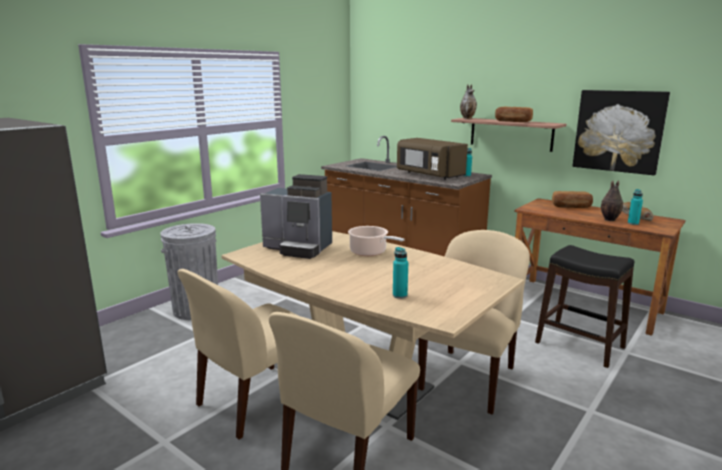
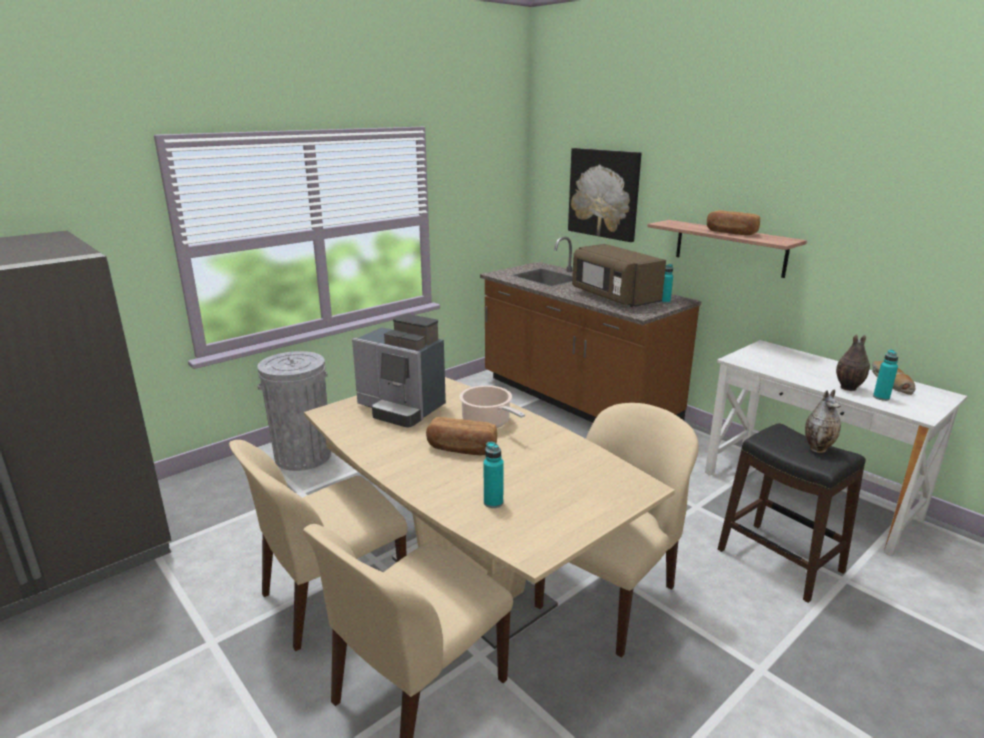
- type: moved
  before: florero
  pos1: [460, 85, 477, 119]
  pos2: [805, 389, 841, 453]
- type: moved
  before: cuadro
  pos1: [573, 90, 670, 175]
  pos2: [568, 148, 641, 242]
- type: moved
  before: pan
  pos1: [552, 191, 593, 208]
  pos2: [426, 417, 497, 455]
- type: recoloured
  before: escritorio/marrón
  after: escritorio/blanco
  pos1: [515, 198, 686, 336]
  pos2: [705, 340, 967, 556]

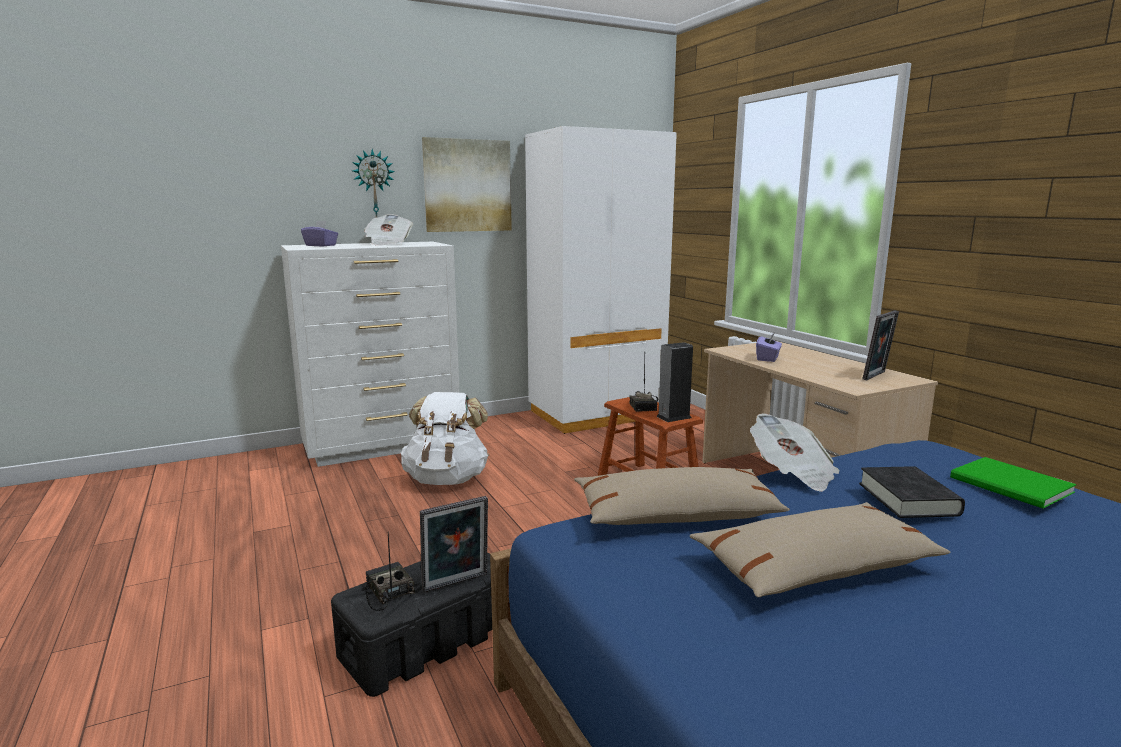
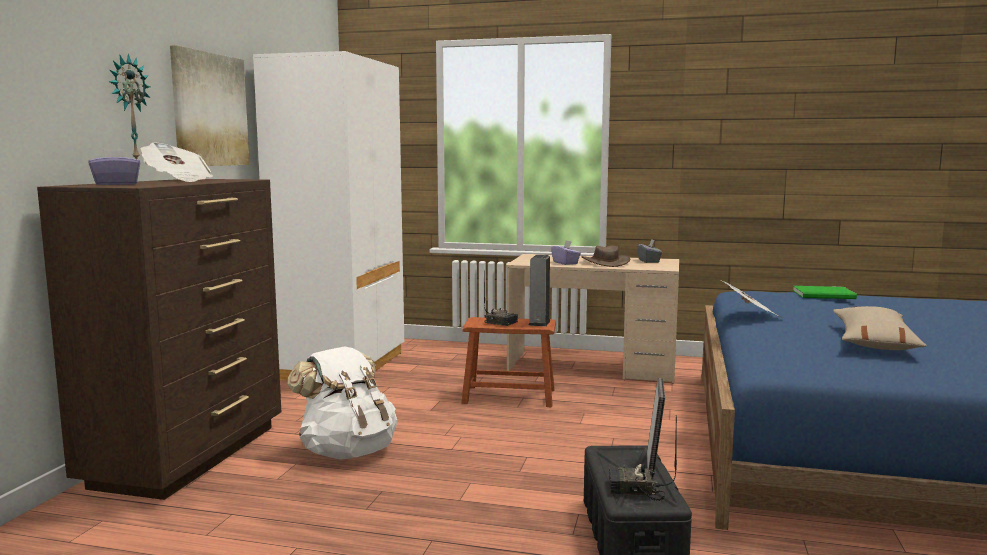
- type: recoloured
  before: cómoda/blanco
  after: cómoda/marrón
  pos1: [281, 242, 460, 467]
  pos2: [37, 179, 281, 500]
- type: replaced
  before: portarretratos
  after: caja de pañuelos/gris
  pos1: [862, 310, 899, 380]
  pos2: [637, 239, 662, 263]
- type: removed
  before: libro/negro
  pos1: [859, 466, 965, 518]
- type: removed
  before: cojín/beis
  pos1: [574, 467, 790, 525]
- type: added
  after: sombrero/marrón
  pos2: [581, 246, 630, 267]

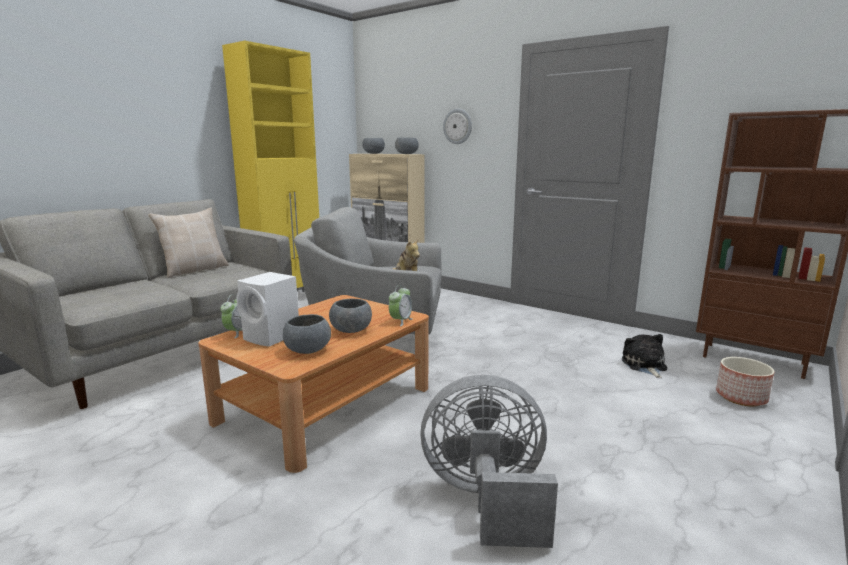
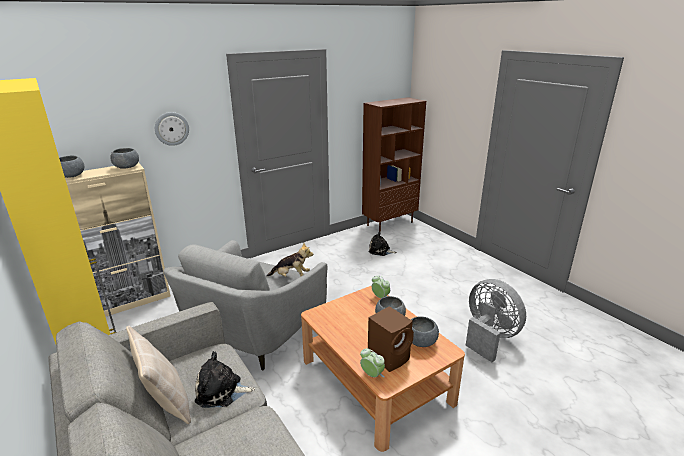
- type: recoloured
  before: altavoz/blanco
  after: altavoz/marrón
  pos1: [236, 272, 299, 347]
  pos2: [368, 306, 414, 372]
- type: removed
  before: maceta
  pos1: [716, 357, 775, 406]
- type: turned
  before: ventilador/gris
  pos1: [420, 375, 558, 548]
  pos2: [465, 279, 526, 362]
  turn: 120
- type: added
  after: peluche
  pos2: [195, 351, 255, 408]

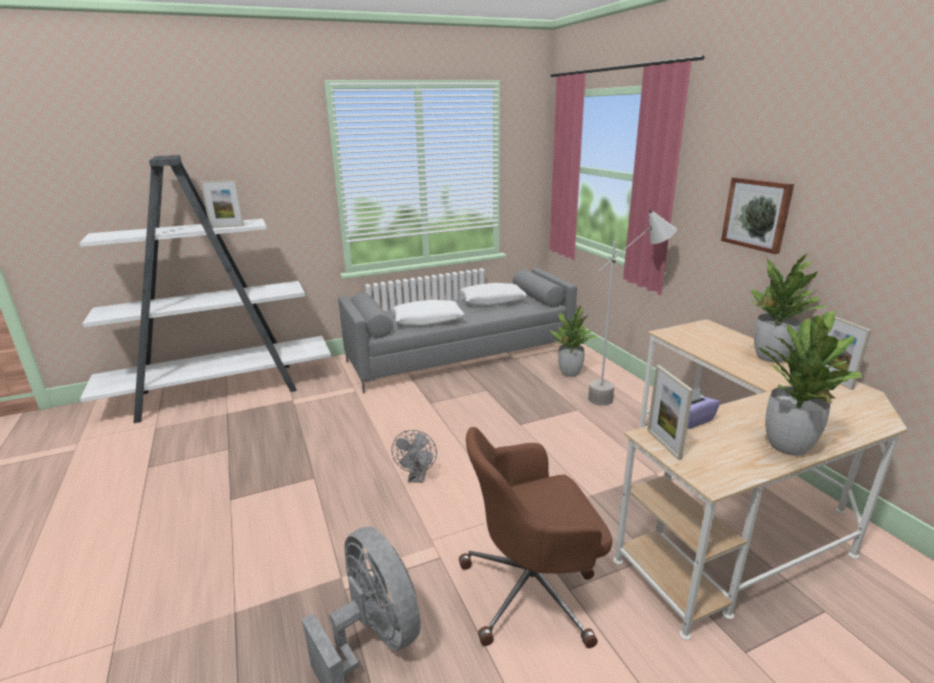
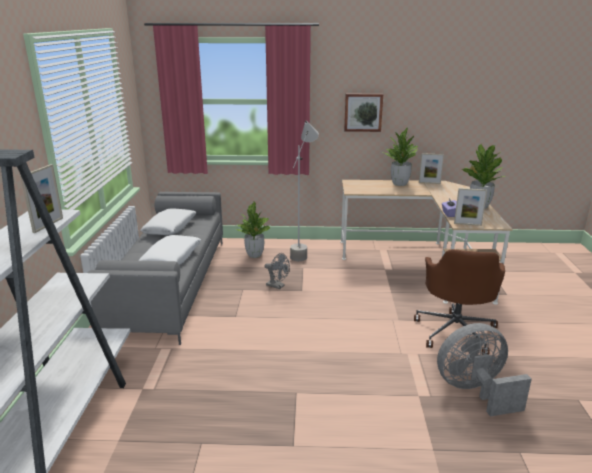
- type: moved
  before: ventilador/gris
  pos1: [391, 430, 437, 483]
  pos2: [264, 253, 290, 289]

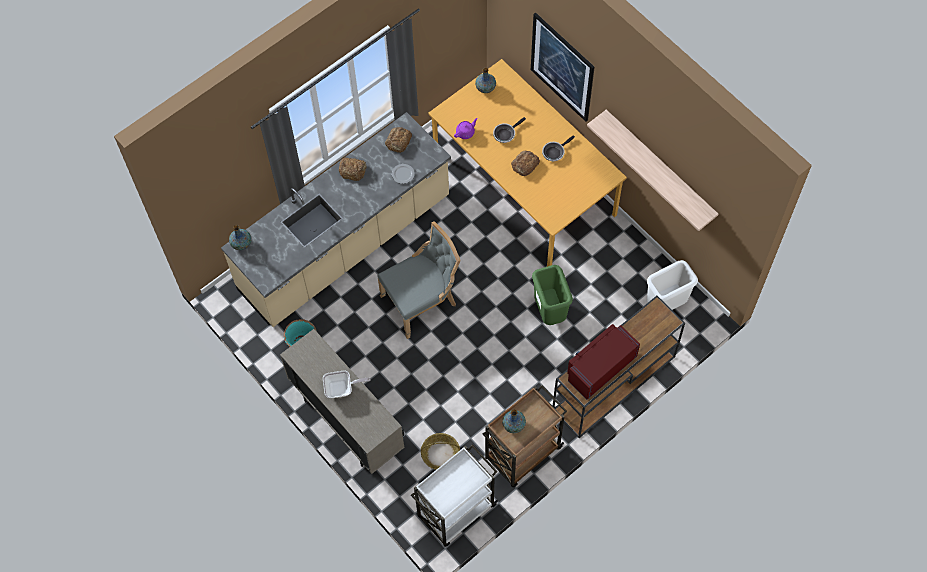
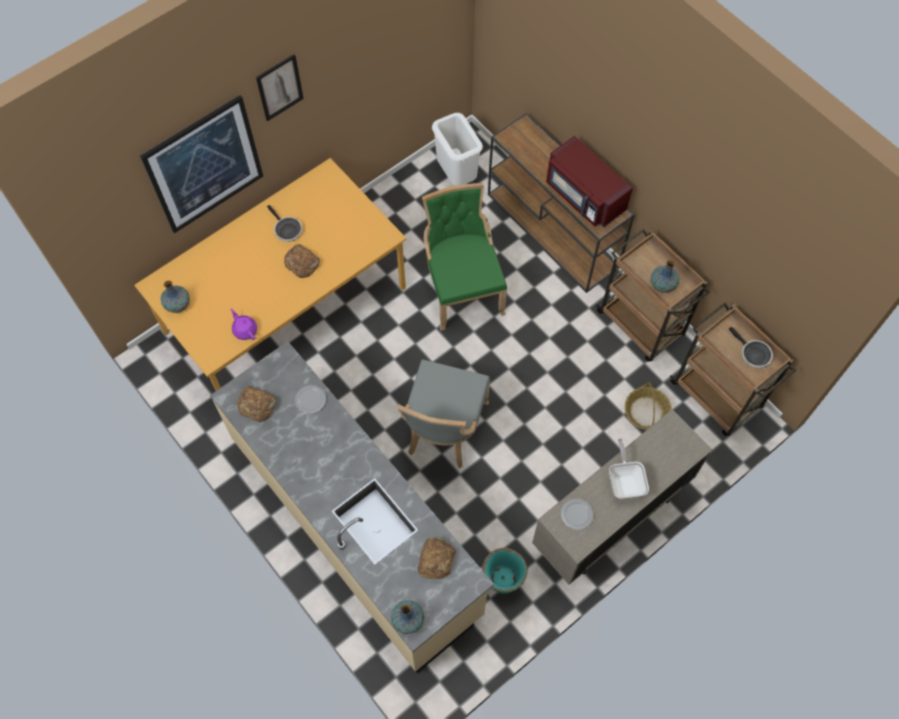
- type: removed
  before: estante
  pos1: [587, 109, 718, 231]
- type: moved
  before: sartén
  pos1: [493, 117, 526, 143]
  pos2: [729, 327, 773, 368]
- type: moved
  before: pan
  pos1: [339, 158, 367, 181]
  pos2: [418, 537, 456, 579]
- type: turned
  before: silla/gris
  pos1: [378, 221, 461, 339]
  pos2: [398, 359, 490, 468]
  turn: -135
- type: replaced
  before: papelera/verde
  after: silla/verde
  pos1: [532, 265, 573, 325]
  pos2: [422, 183, 507, 331]
- type: recoloured
  before: carrito/blanco
  after: carrito/marrón
  pos1: [411, 445, 498, 547]
  pos2: [670, 303, 796, 436]
- type: added
  after: cuadro
  pos2: [256, 54, 304, 121]
- type: added
  after: plato
  pos2: [561, 498, 594, 530]

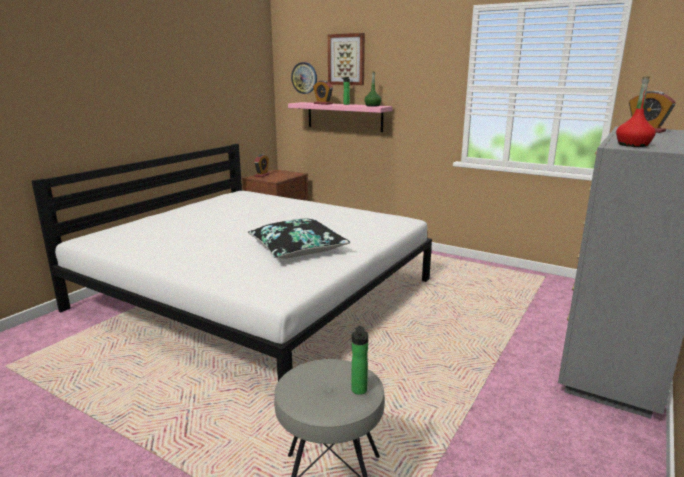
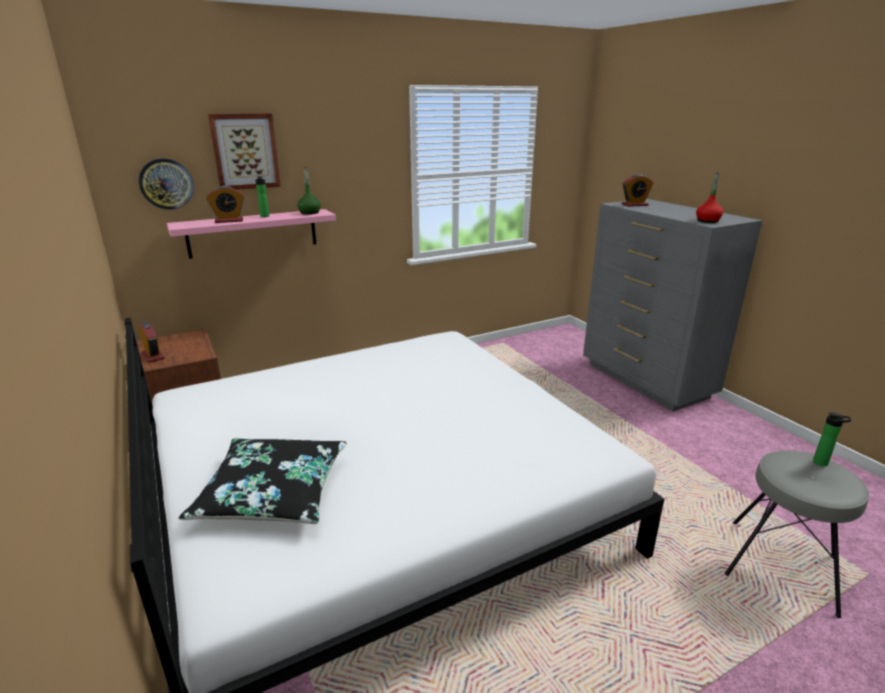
- type: moved
  before: cojín/negro
  pos1: [248, 219, 350, 259]
  pos2: [179, 438, 347, 524]

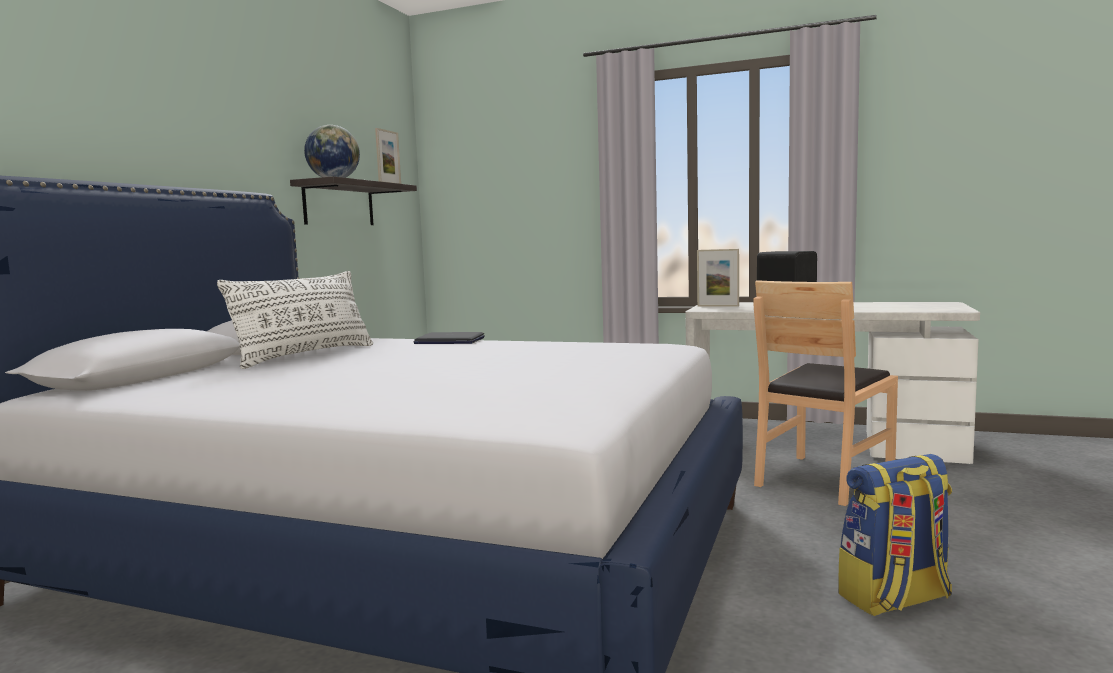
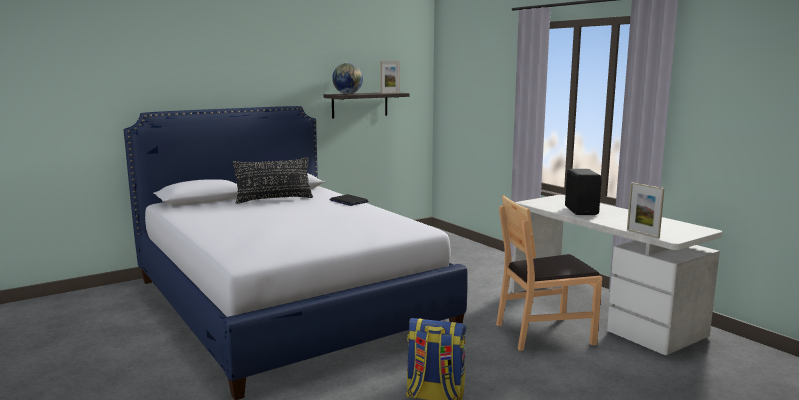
- type: moved
  before: portarretratos
  pos1: [697, 249, 739, 306]
  pos2: [627, 182, 665, 238]
- type: recoloured
  before: cojín/blanco
  after: cojín/negro
  pos1: [217, 271, 373, 369]
  pos2: [233, 157, 313, 204]

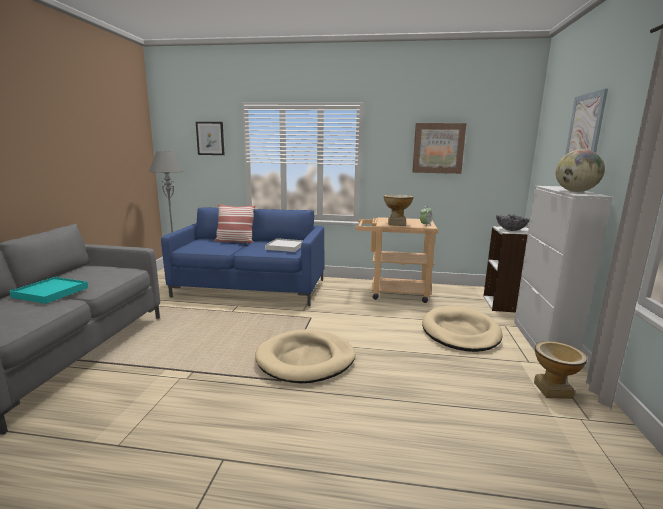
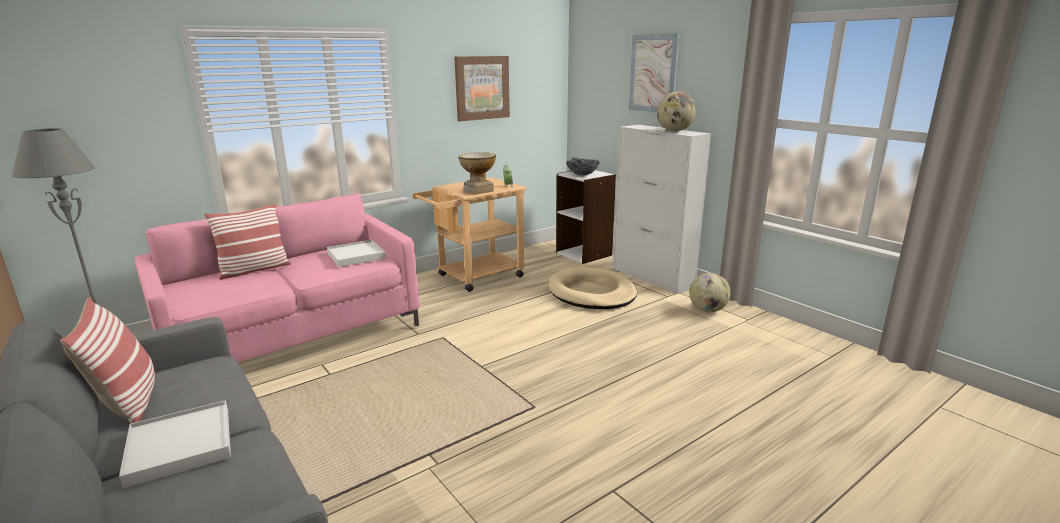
- type: removed
  before: cuadro
  pos1: [196, 122, 225, 155]
- type: recoloured
  before: sofá/azul
  after: sofá/rosa
  pos1: [161, 207, 324, 306]
  pos2: [135, 193, 420, 362]
- type: recoloured
  before: bandeja/turquesa
  after: bandeja/blanco
  pos1: [9, 277, 88, 304]
  pos2: [119, 400, 231, 489]
- type: removed
  before: cama para perro/beis
  pos1: [255, 329, 355, 383]
- type: replaced
  before: florero
  after: globo terráqueo
  pos1: [534, 341, 587, 399]
  pos2: [689, 273, 731, 312]
- type: added
  after: cojín
  pos2: [60, 297, 155, 423]

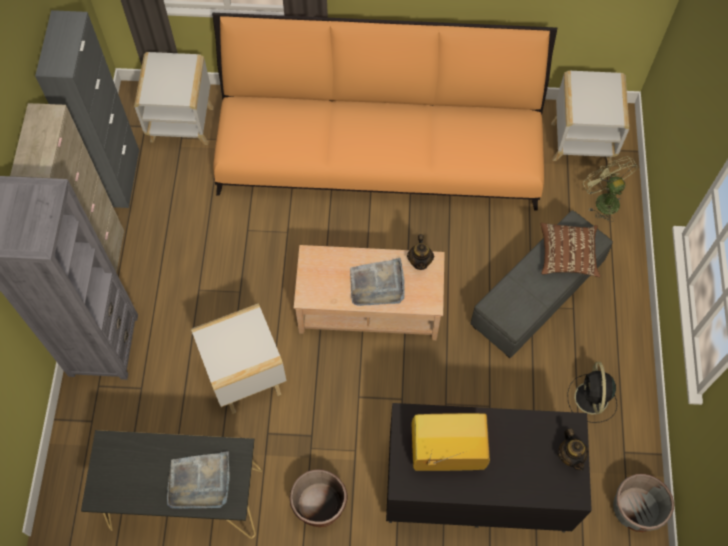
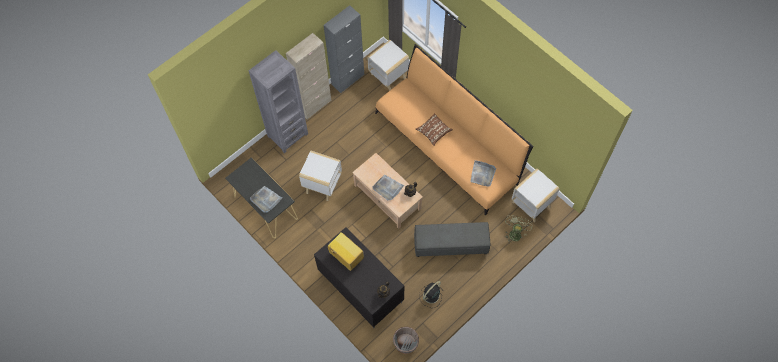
- type: moved
  before: cojín/marrón
  pos1: [541, 223, 601, 277]
  pos2: [416, 113, 453, 146]
- type: removed
  before: maceta/marrón
  pos1: [290, 469, 347, 527]
- type: added
  after: bandeja/gris
  pos2: [471, 160, 496, 187]

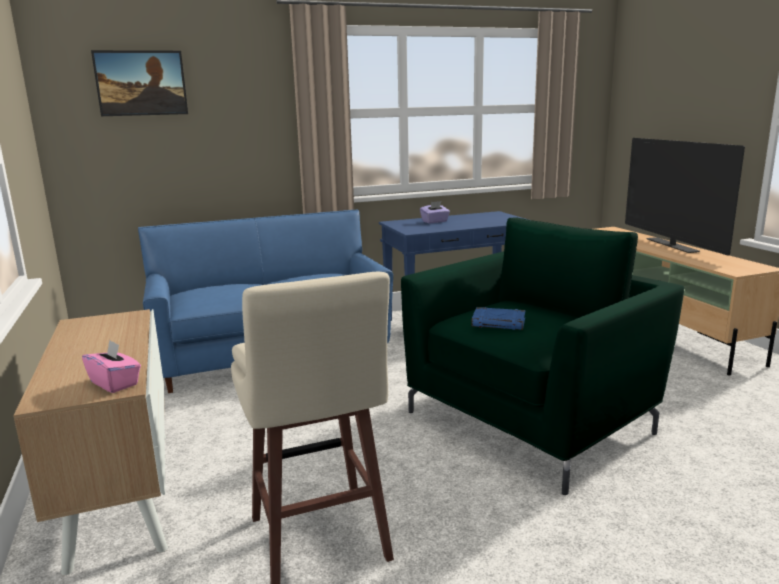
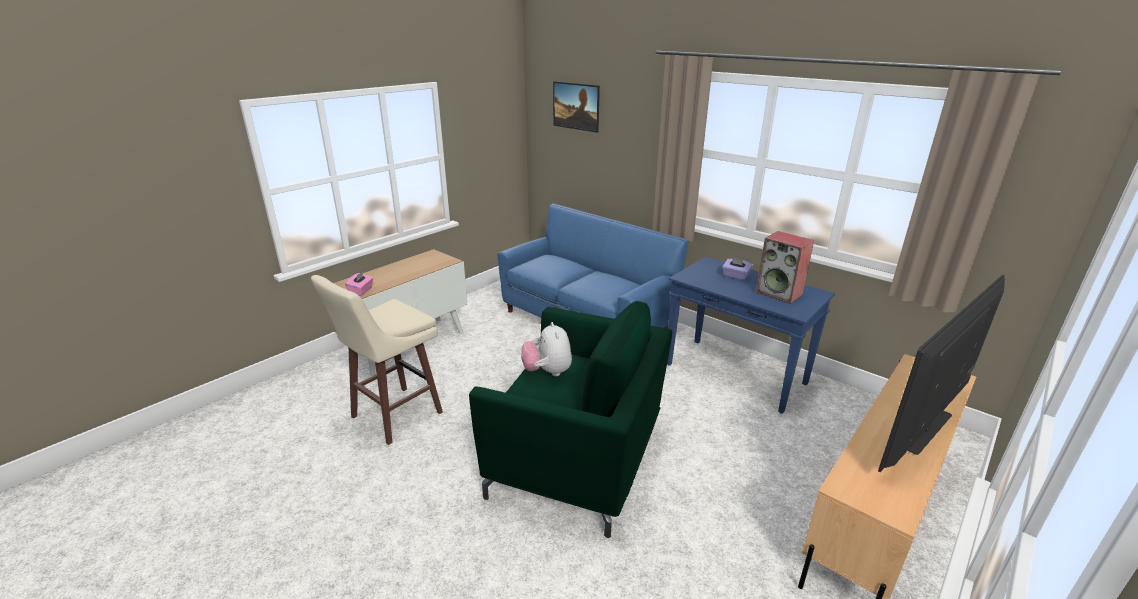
- type: replaced
  before: libro/azul
  after: peluche
  pos1: [471, 307, 526, 330]
  pos2: [521, 322, 572, 376]
- type: added
  after: altavoz
  pos2: [756, 231, 814, 304]

